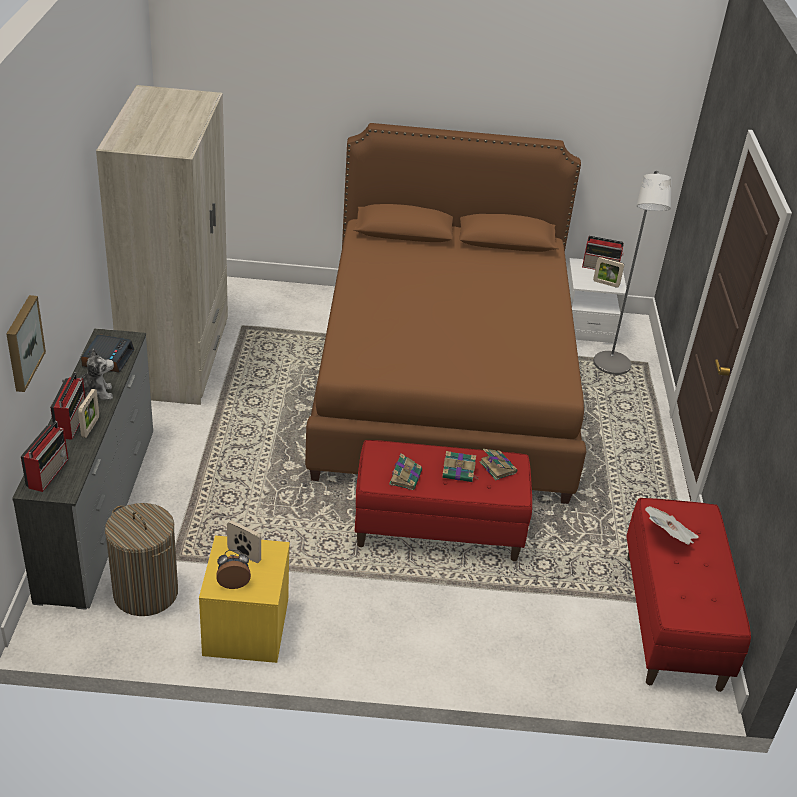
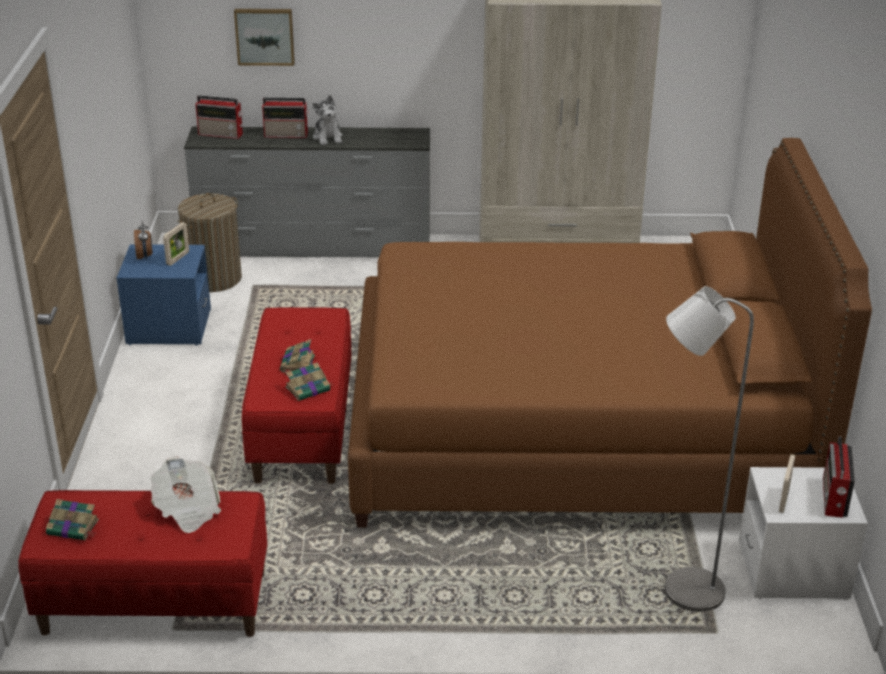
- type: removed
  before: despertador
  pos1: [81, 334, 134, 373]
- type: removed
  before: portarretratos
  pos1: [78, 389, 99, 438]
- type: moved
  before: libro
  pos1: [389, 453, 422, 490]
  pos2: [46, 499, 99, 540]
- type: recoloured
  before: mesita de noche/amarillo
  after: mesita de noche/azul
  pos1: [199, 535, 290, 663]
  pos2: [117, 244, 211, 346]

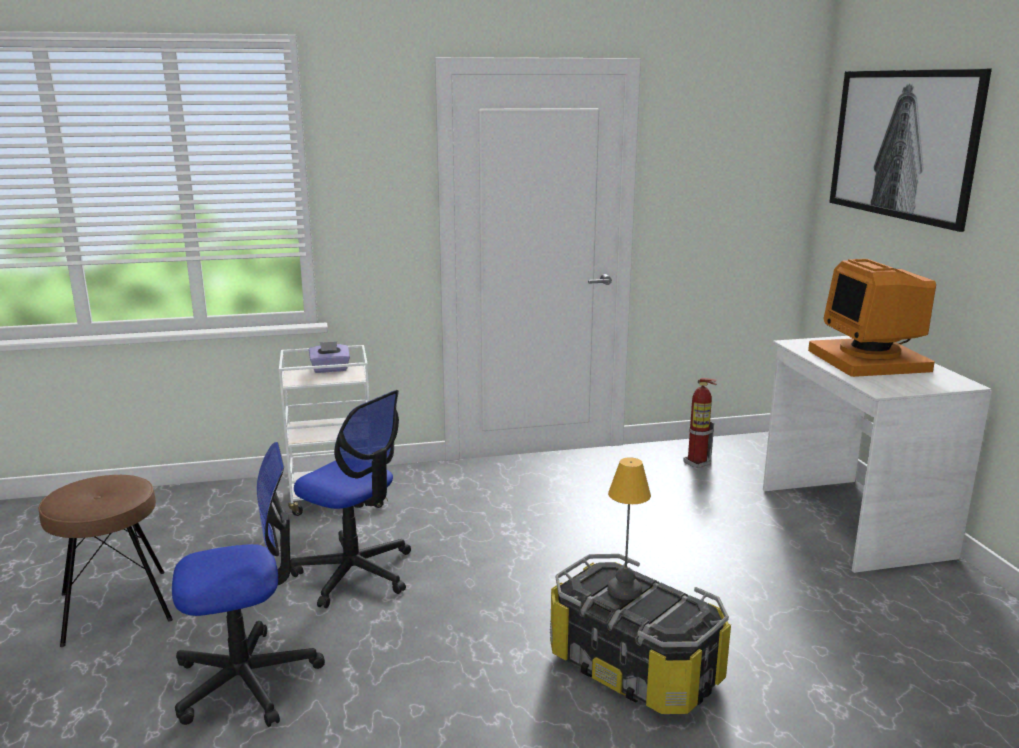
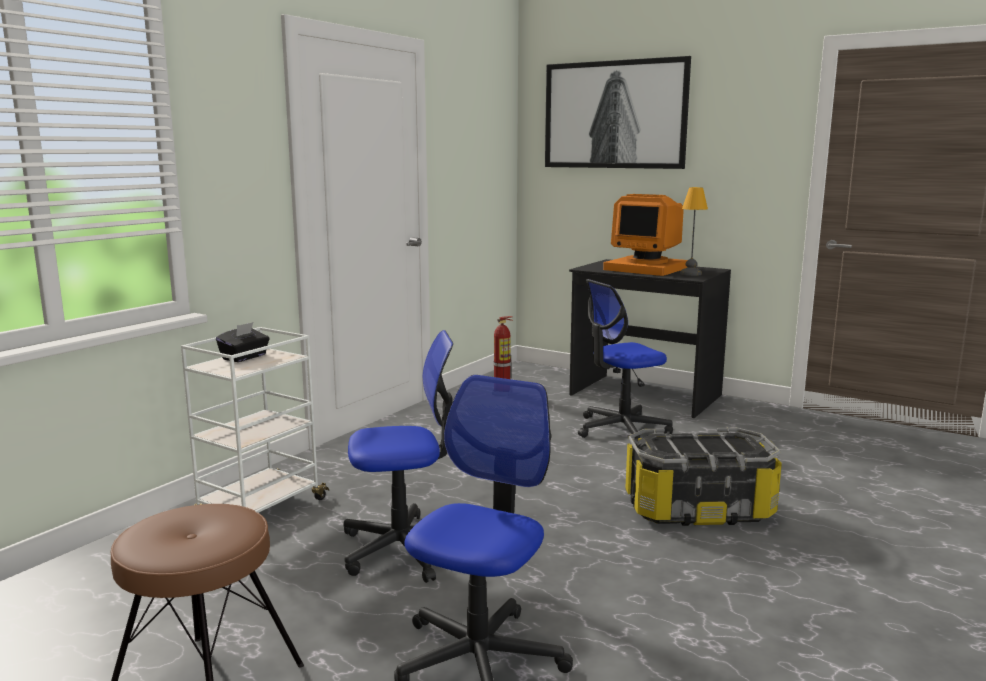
- type: recoloured
  before: escritorio/blanco
  after: escritorio/negro
  pos1: [763, 336, 992, 573]
  pos2: [569, 259, 731, 418]
- type: recoloured
  before: caja de pañuelos/morado
  after: caja de pañuelos/negro
  pos1: [309, 342, 350, 373]
  pos2: [216, 322, 270, 362]
- type: moved
  before: lámpara de mesa
  pos1: [607, 457, 651, 600]
  pos2: [680, 187, 708, 276]
- type: added
  after: silla de oficina
  pos2: [578, 279, 673, 441]

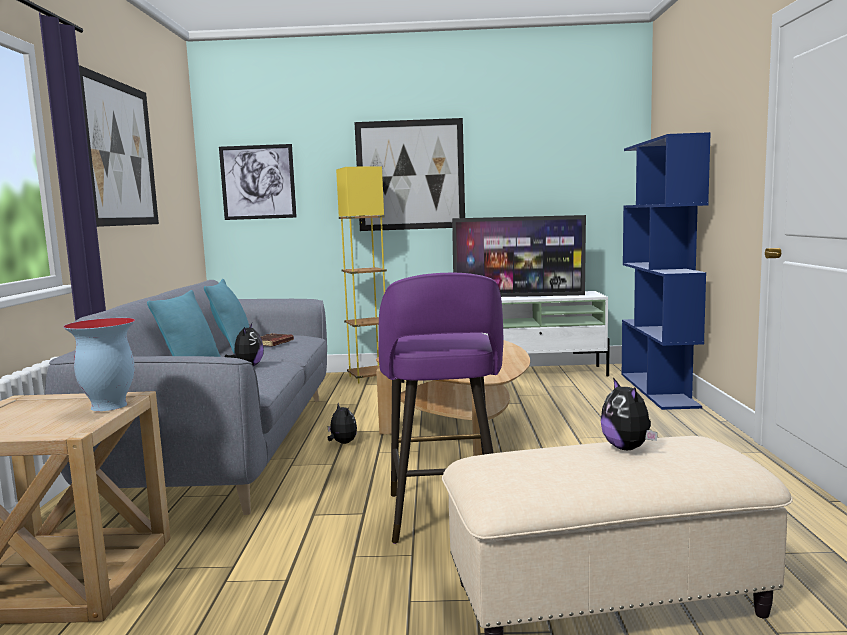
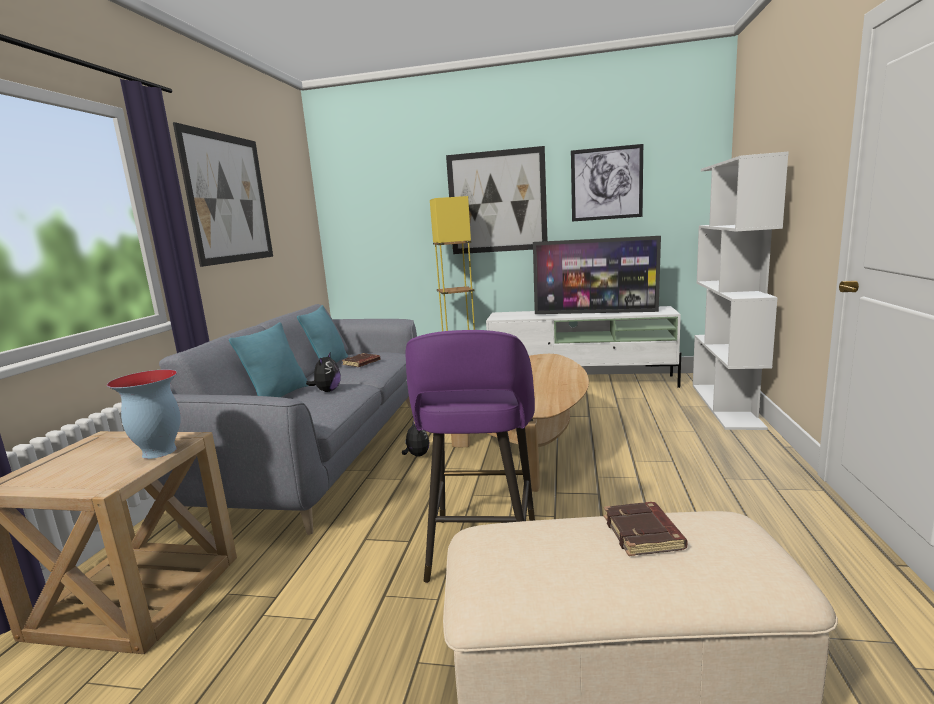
- type: recoloured
  before: estantería/azul
  after: estantería/blanco
  pos1: [622, 132, 711, 410]
  pos2: [693, 151, 789, 430]
- type: moved
  before: cuadro
  pos1: [219, 144, 297, 220]
  pos2: [571, 144, 643, 222]
- type: replaced
  before: peluche
  after: libro/marrón
  pos1: [601, 378, 658, 450]
  pos2: [604, 502, 687, 556]

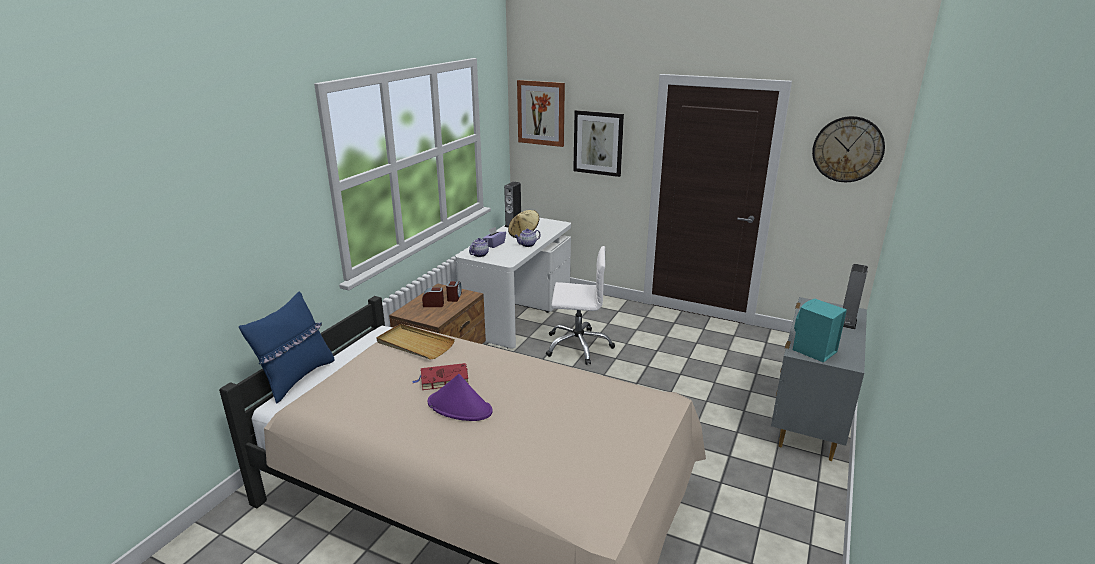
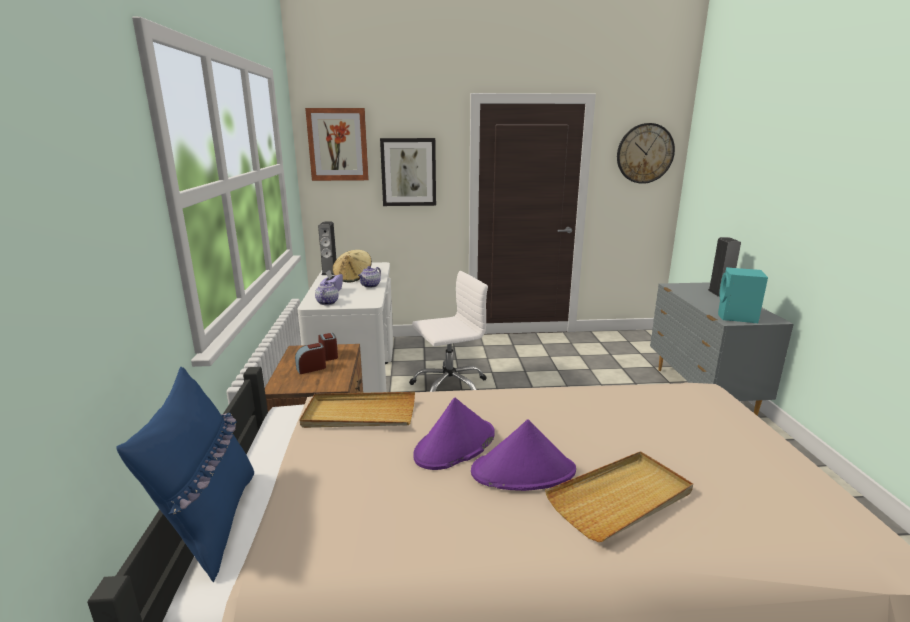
- type: replaced
  before: libro/rojo
  after: sombrero/morado
  pos1: [413, 363, 469, 390]
  pos2: [413, 398, 495, 470]
- type: added
  after: bandeja/beis
  pos2: [545, 451, 693, 542]

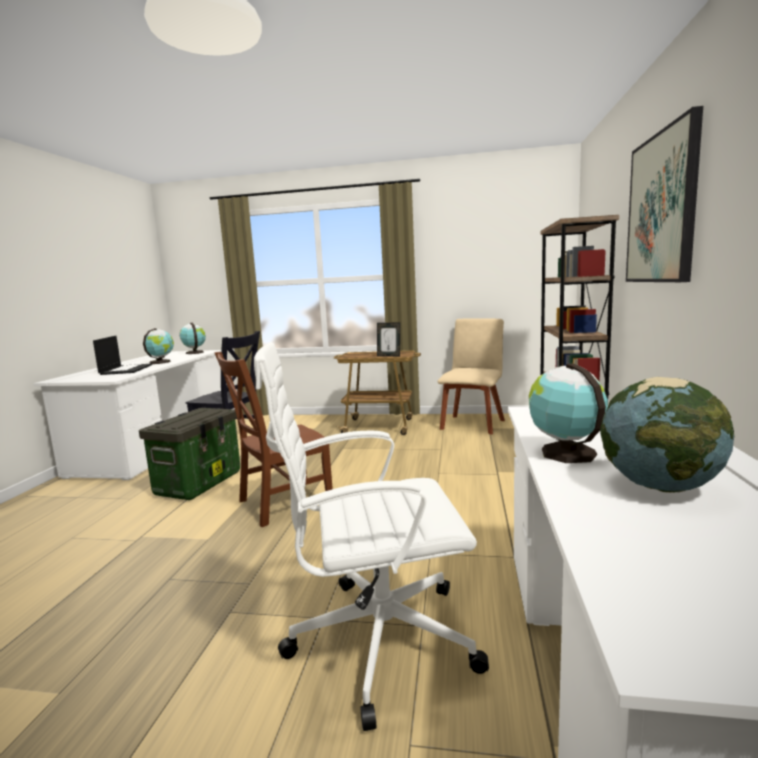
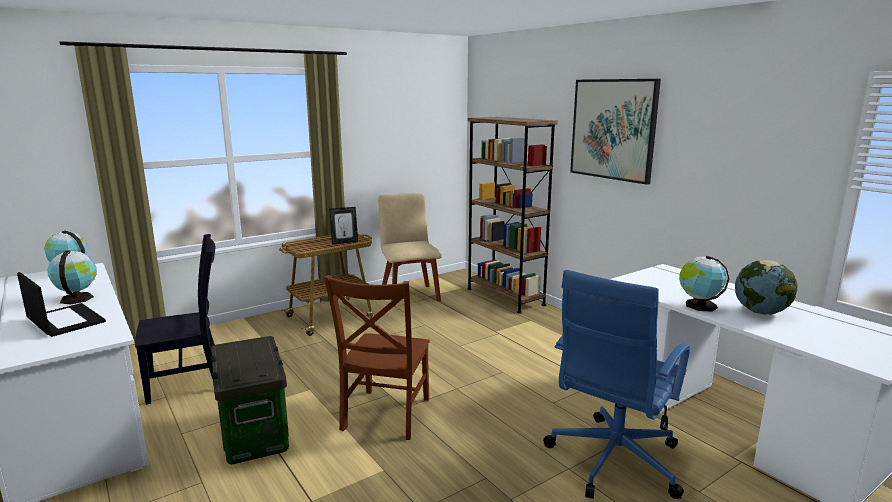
- type: recoloured
  before: silla de oficina/blanco
  after: silla de oficina/azul
  pos1: [254, 342, 489, 731]
  pos2: [543, 270, 690, 499]

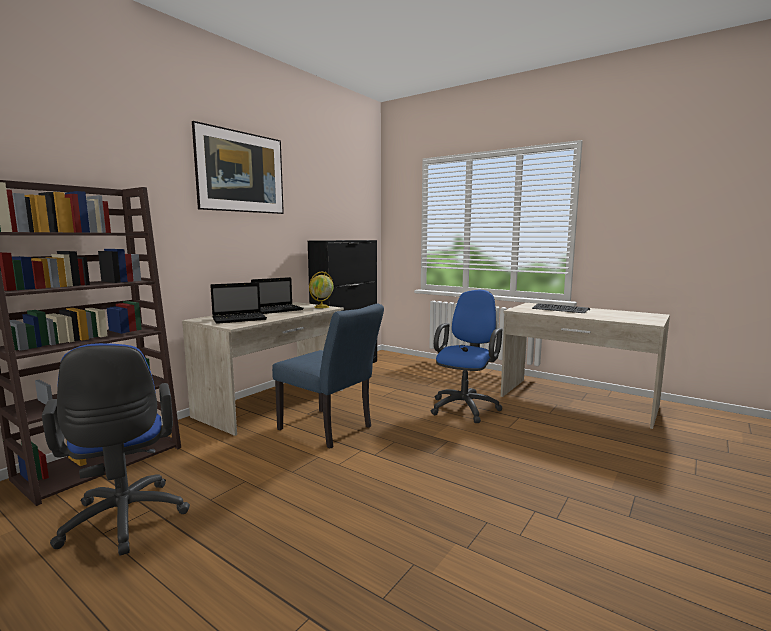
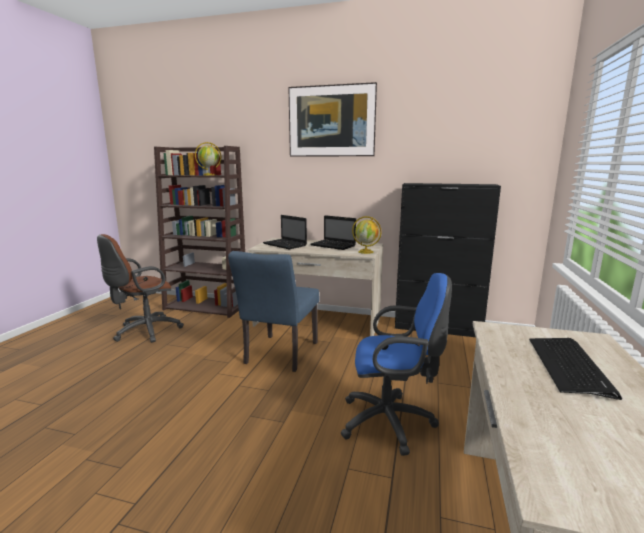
- type: recoloured
  before: silla de oficina/azul
  after: silla de oficina/marrón
  pos1: [42, 343, 190, 556]
  pos2: [97, 234, 184, 343]
- type: added
  after: globo terráqueo
  pos2: [195, 142, 221, 175]

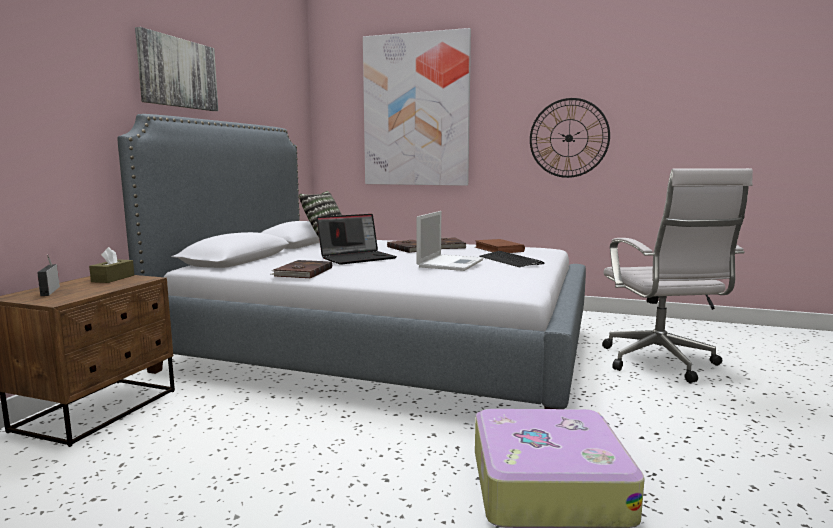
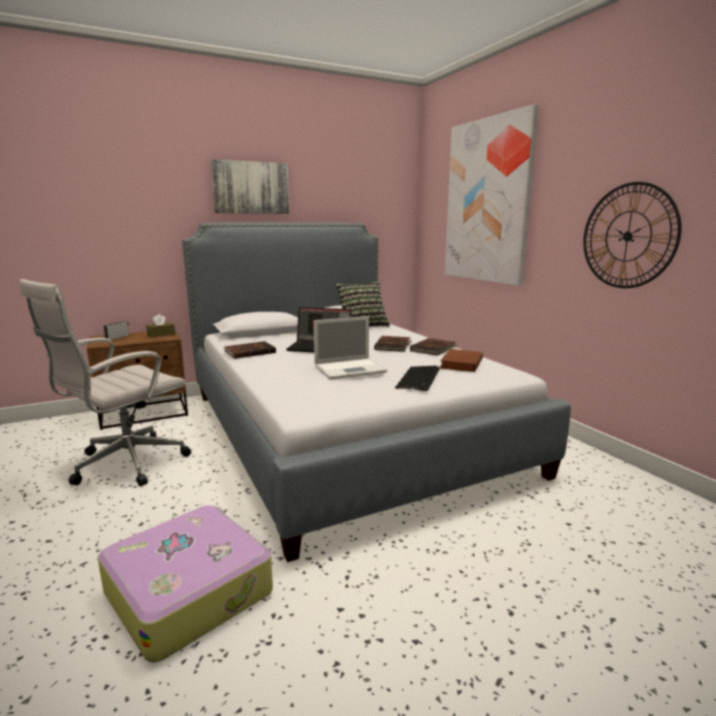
- type: moved
  before: silla de oficina/blanco
  pos1: [602, 168, 753, 383]
  pos2: [19, 279, 191, 487]

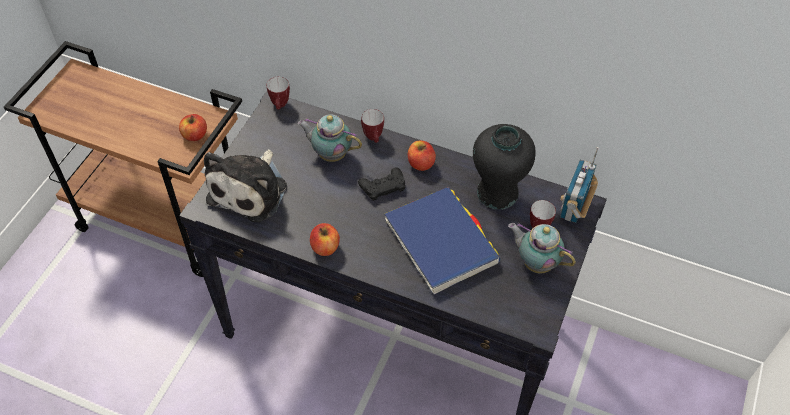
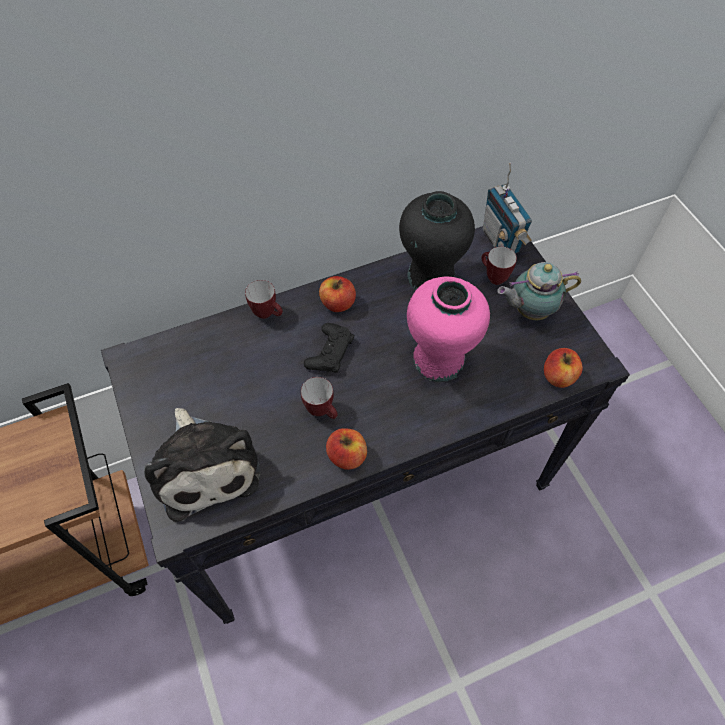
- type: moved
  before: taza grande
  pos1: [267, 77, 290, 110]
  pos2: [301, 377, 338, 419]
- type: moved
  before: manzana
  pos1: [179, 114, 207, 141]
  pos2: [544, 348, 583, 388]
- type: removed
  before: tetera
  pos1: [298, 114, 362, 162]
- type: replaced
  before: libro/azul
  after: florero/rosa
  pos1: [384, 187, 501, 294]
  pos2: [407, 277, 490, 382]

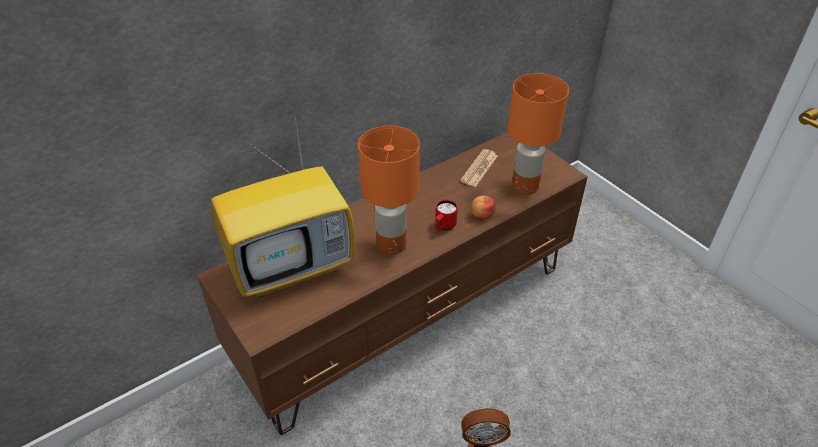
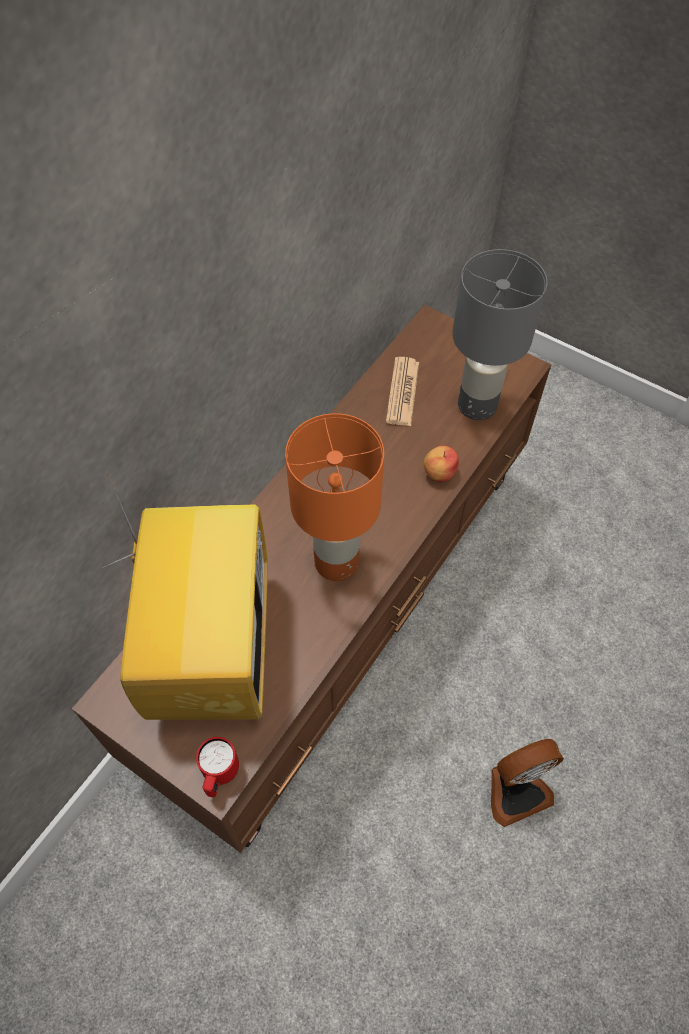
- type: recoloured
  before: lámpara de mesa/naranja
  after: lámpara de mesa/gris
  pos1: [508, 73, 569, 195]
  pos2: [452, 249, 547, 420]
- type: turned
  before: televisor
  pos1: [210, 111, 355, 297]
  pos2: [100, 469, 268, 720]
  turn: -45
- type: moved
  before: taza grande/rojo
  pos1: [435, 200, 458, 231]
  pos2: [196, 737, 239, 797]

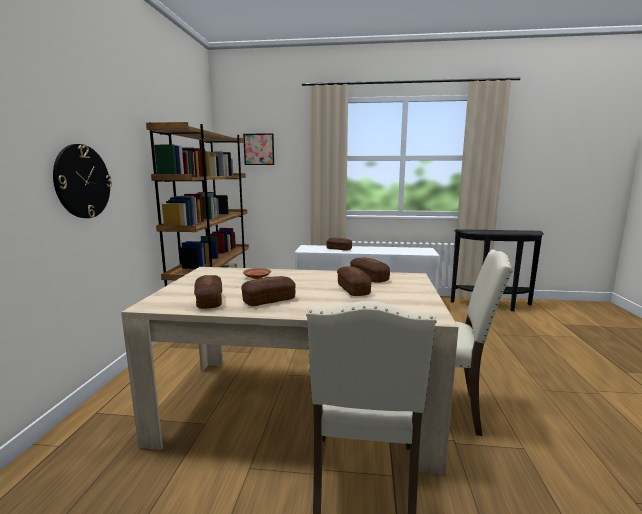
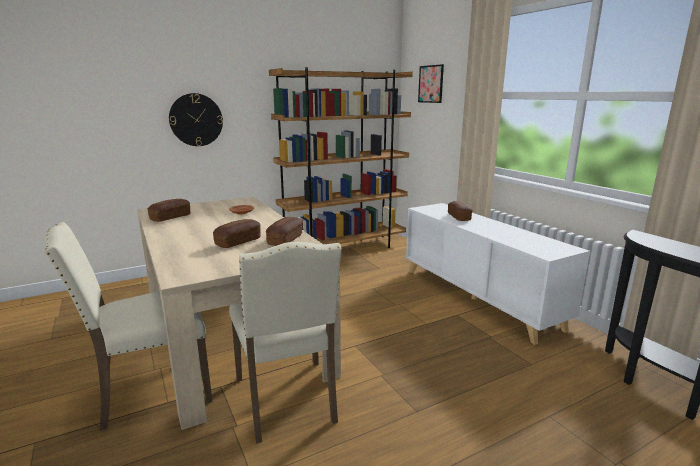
- type: removed
  before: pan
  pos1: [241, 276, 296, 306]

